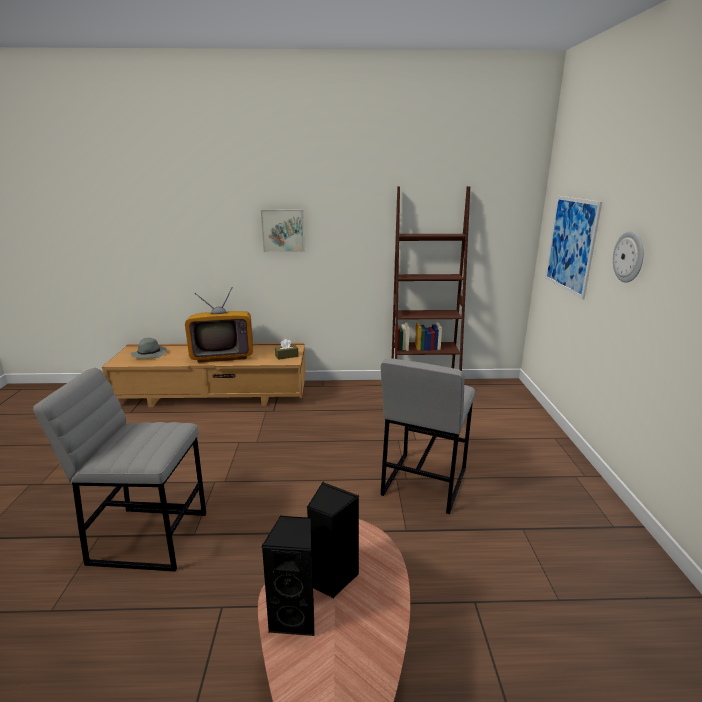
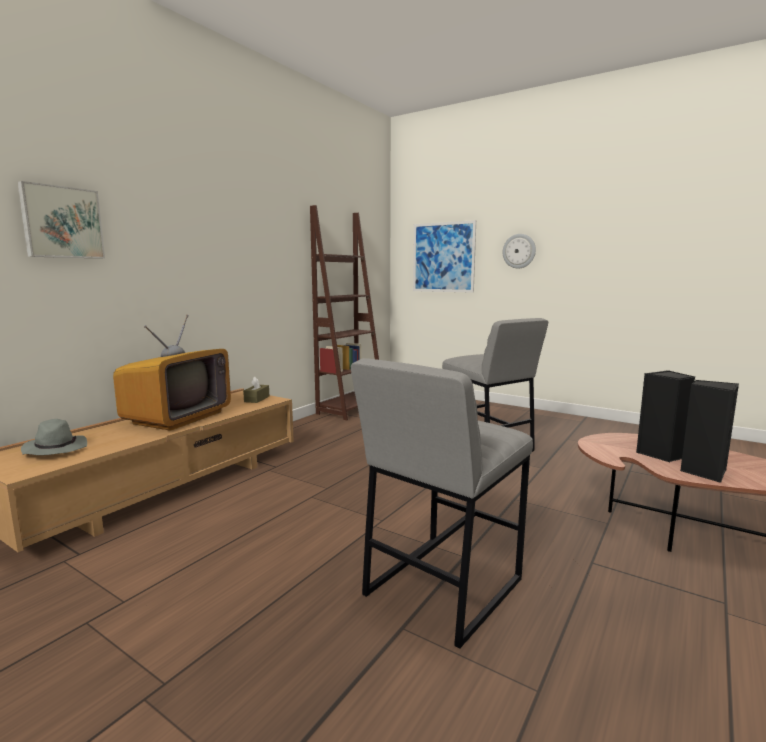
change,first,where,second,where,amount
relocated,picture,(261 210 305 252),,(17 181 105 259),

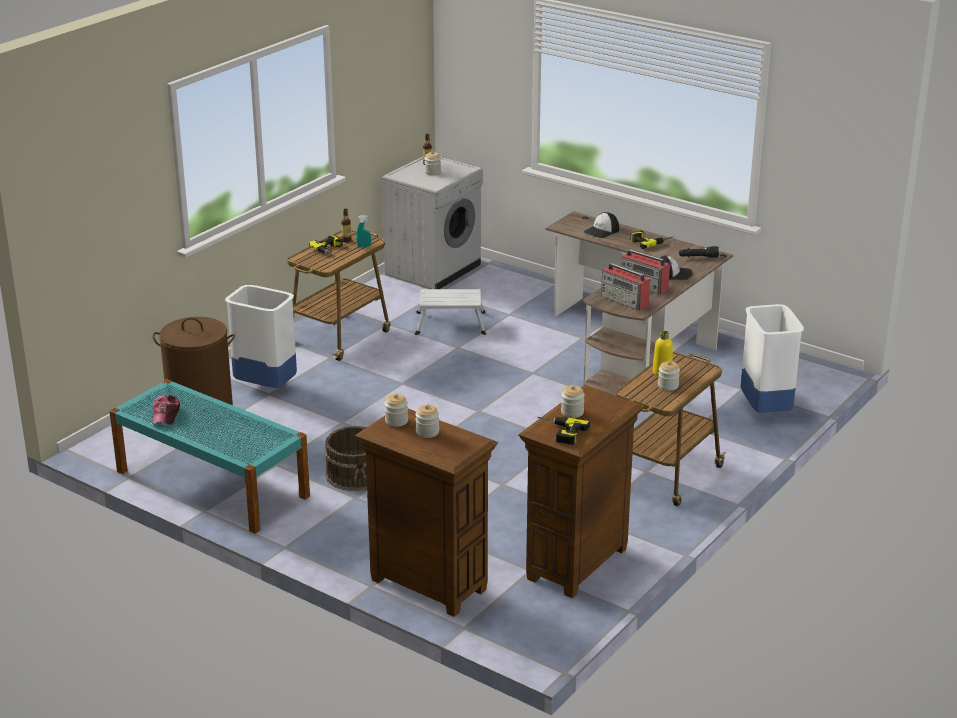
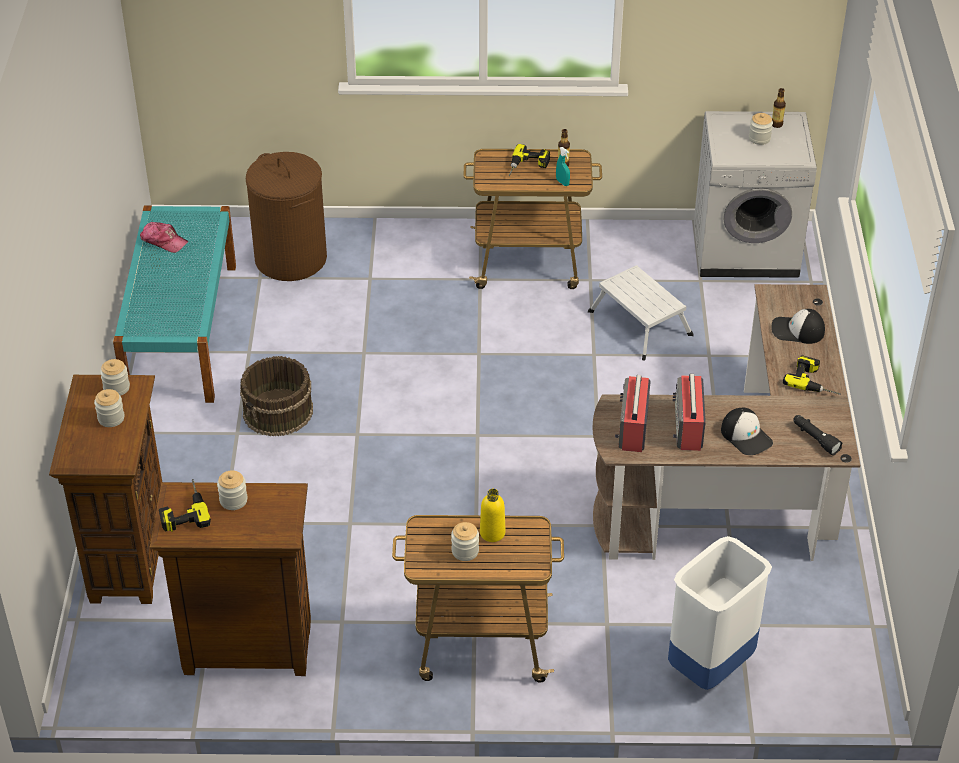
change,first,where,second,where,amount
spun,cap,(152 395 180 425),,(140 222 189 253),120 degrees counterclockwise
missing,white trash can,(225 285 297 388),,,

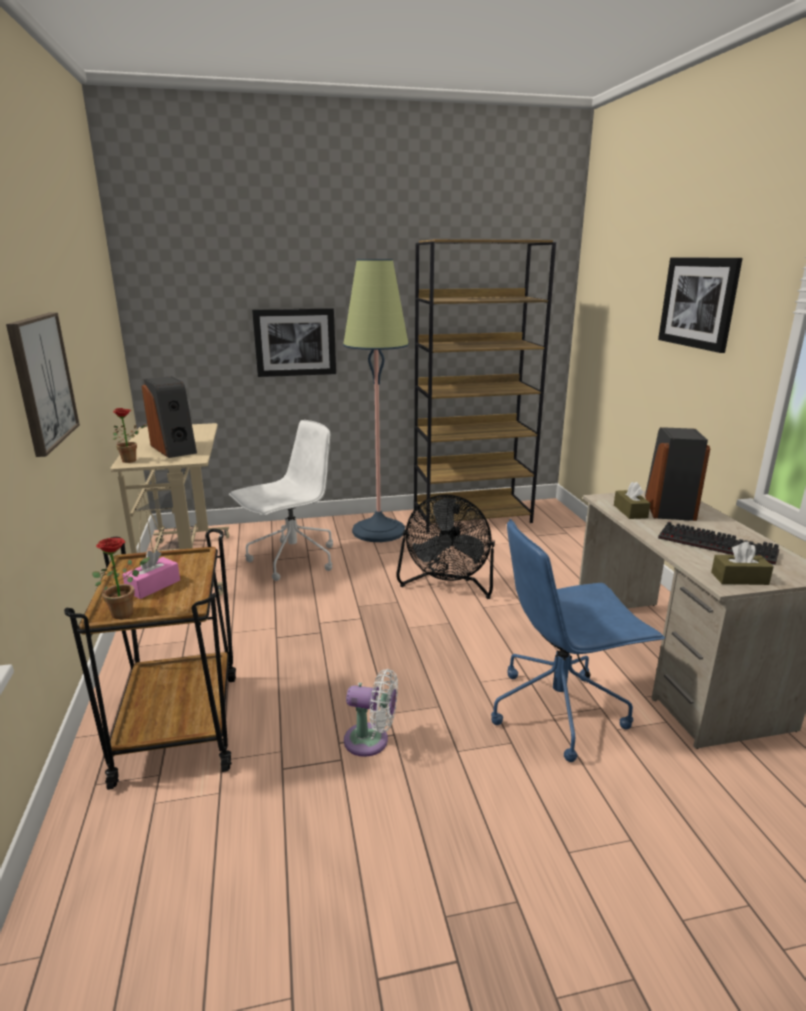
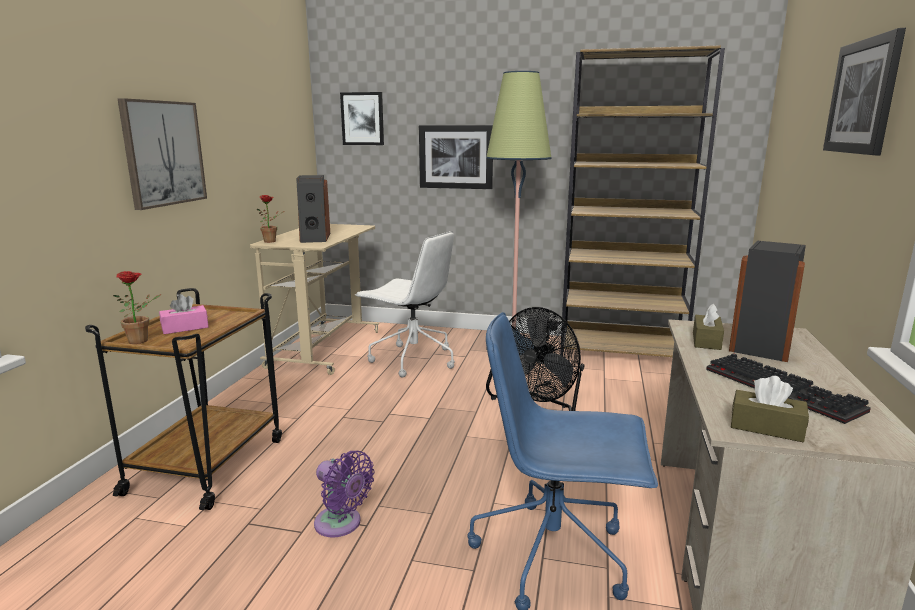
change,first,where,second,where,amount
spun,white office chair,(229 420 333 581),,(355 231 455 378),45 degrees clockwise
colour,white fan,(344 669 398 757),purple fan,(314 451 375 537),
appeared,,,picture,(340 92 384 145),

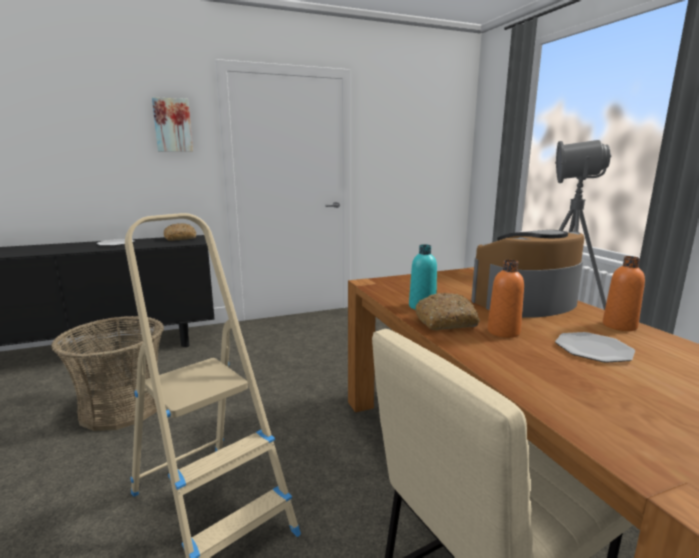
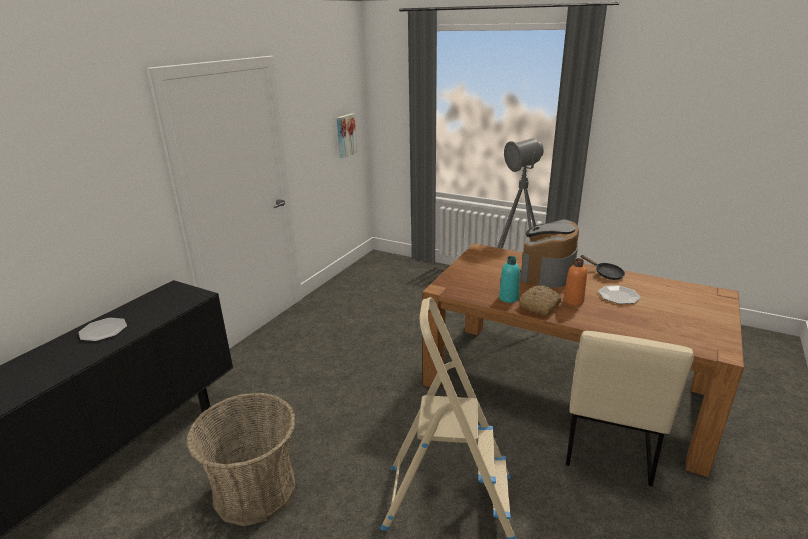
change,first,where,second,where,amount
relocated,picture,(152 97 193 152),,(337 113 357 158),
missing,bread,(164 223 196 241),,,
exchanged,orange bottle,(603 256 645 331),black frying pan,(580 255 625 280),

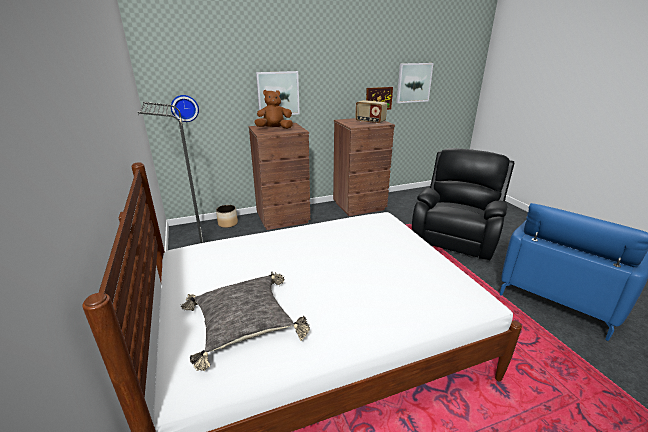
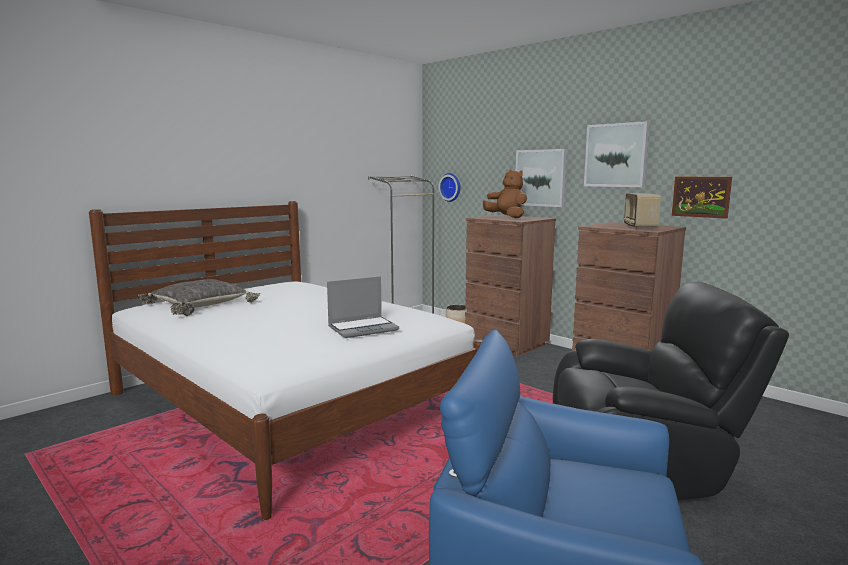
change,first,where,second,where,amount
relocated,picture,(397 63 433 103),,(584 121 649 187),
appeared,,,laptop,(327 276 399 338),

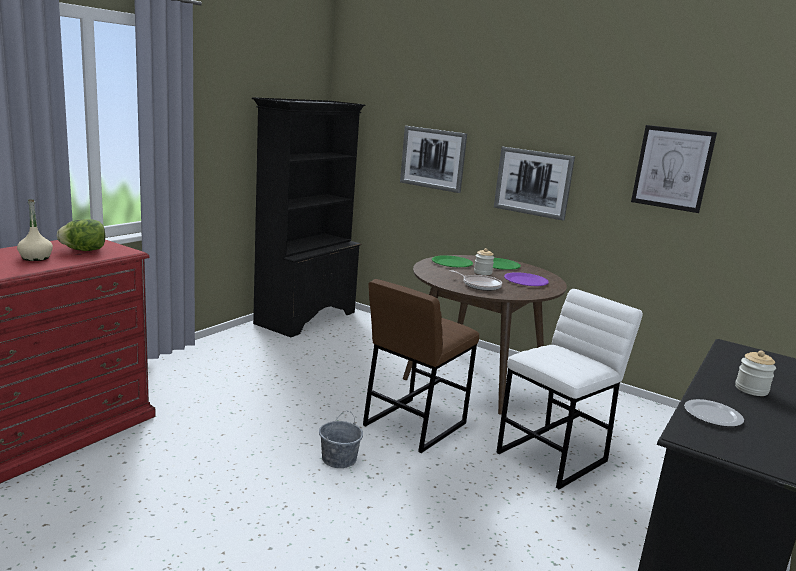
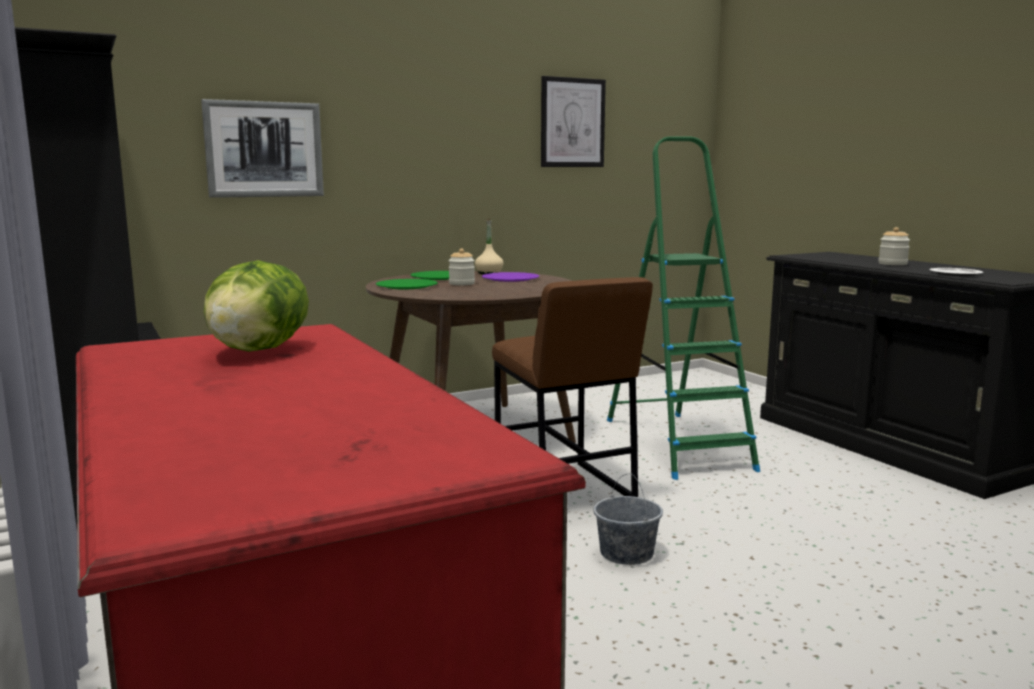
change,first,where,second,where,amount
relocated,beige bottle,(17 199 53 261),,(475 218 504 274),
missing,frying pan,(450 270 502 291),,,
missing,picture,(494 147 575 221),,,
exchanged,white stool,(496 289 643 489),green step ladder,(607 136 760 480),

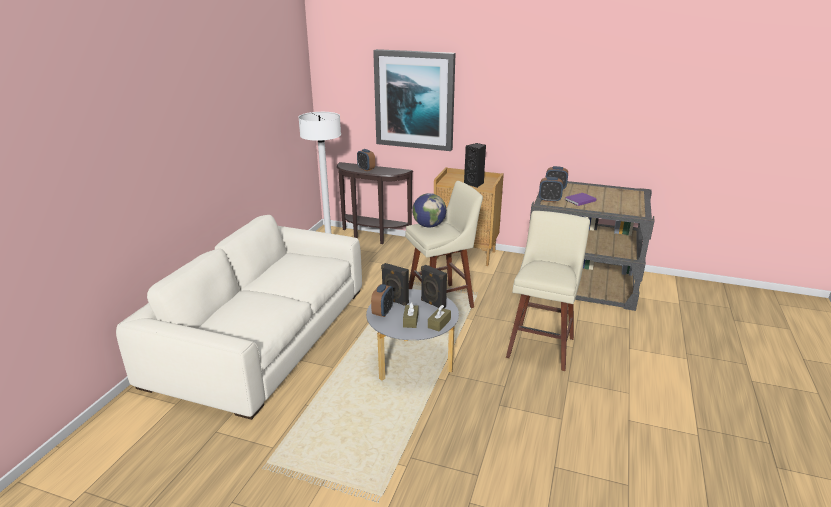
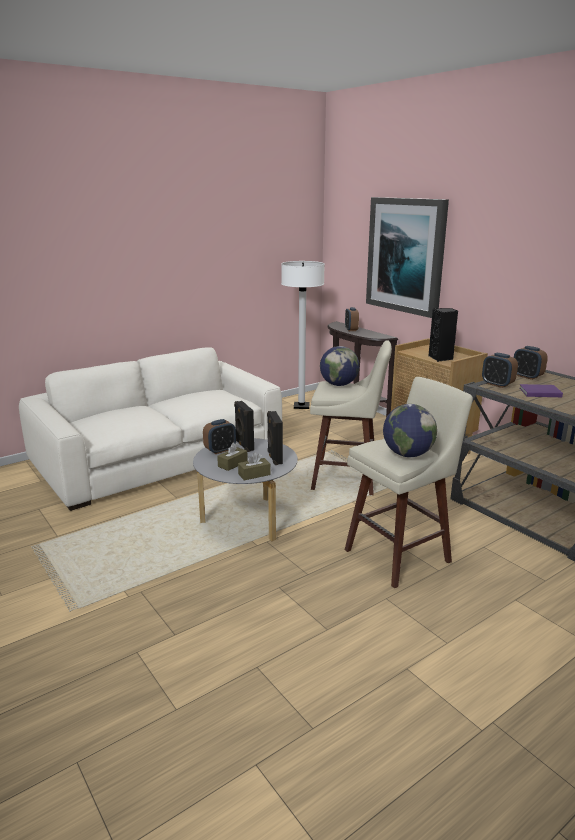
change,first,where,second,where,amount
appeared,,,globe,(383 404 437 457),

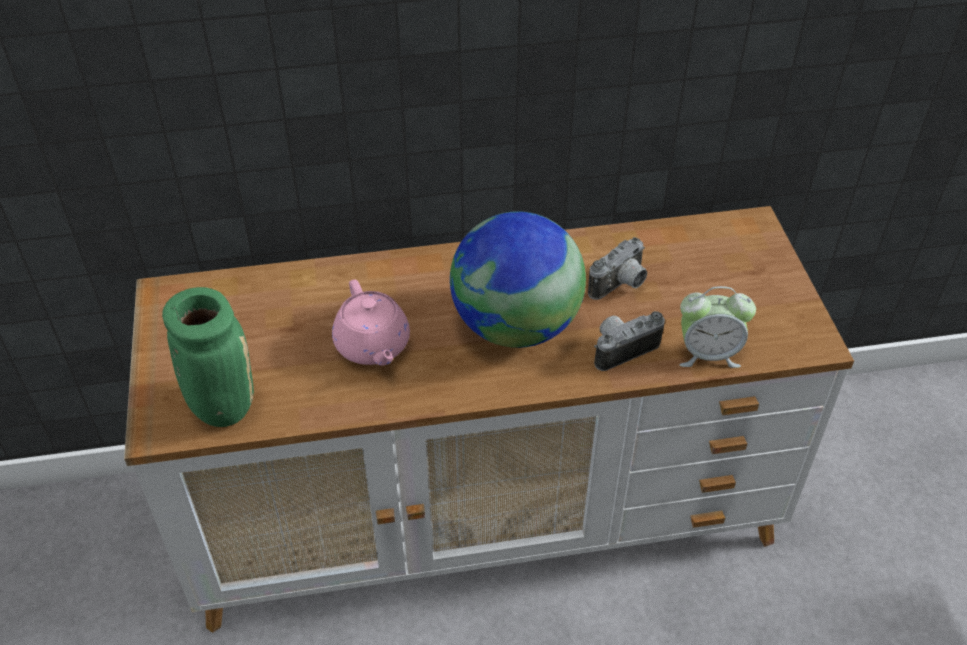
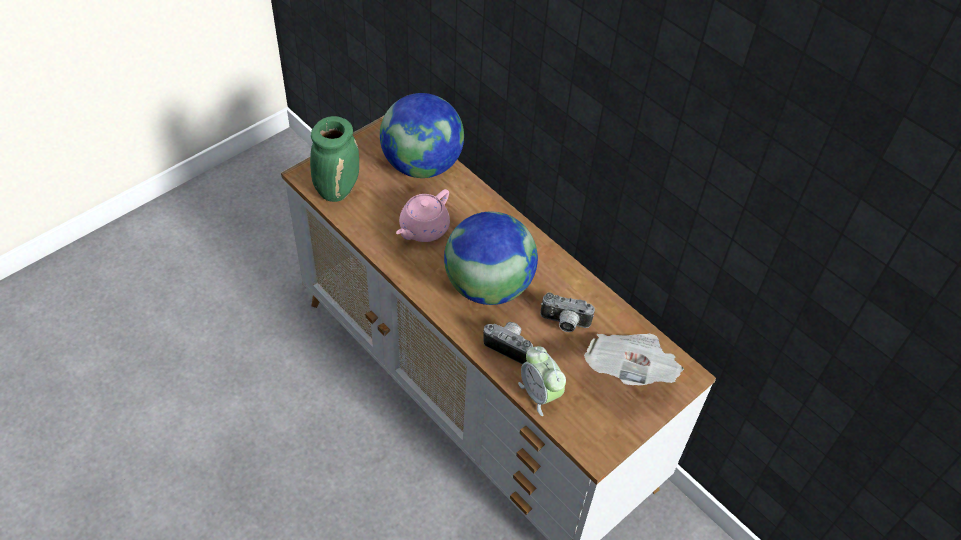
change,first,where,second,where,amount
appeared,,,globe,(380 93 464 178),
appeared,,,newspaper,(584 333 684 385),

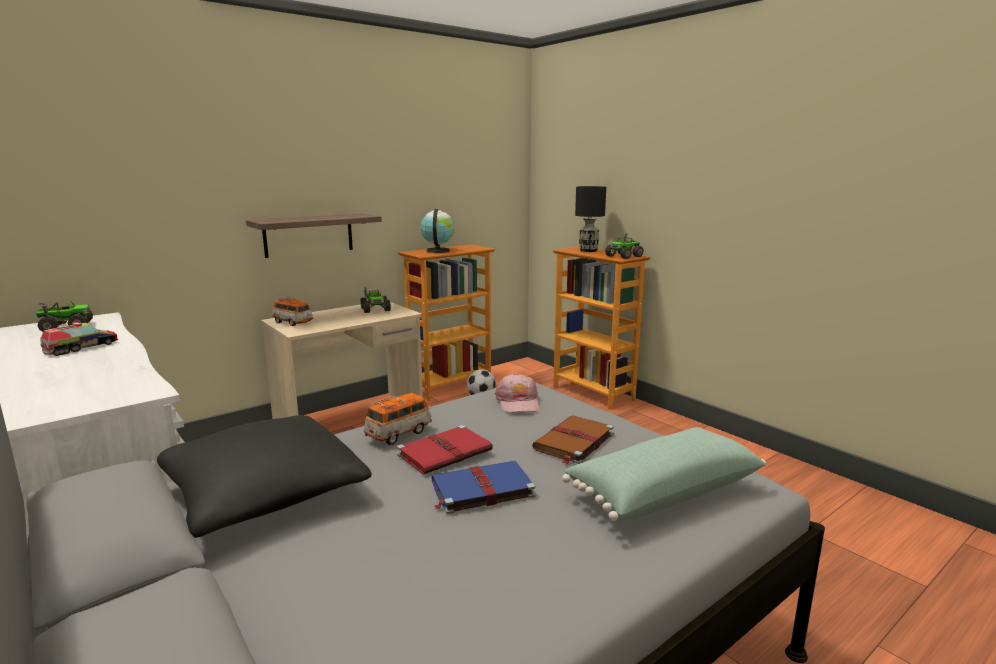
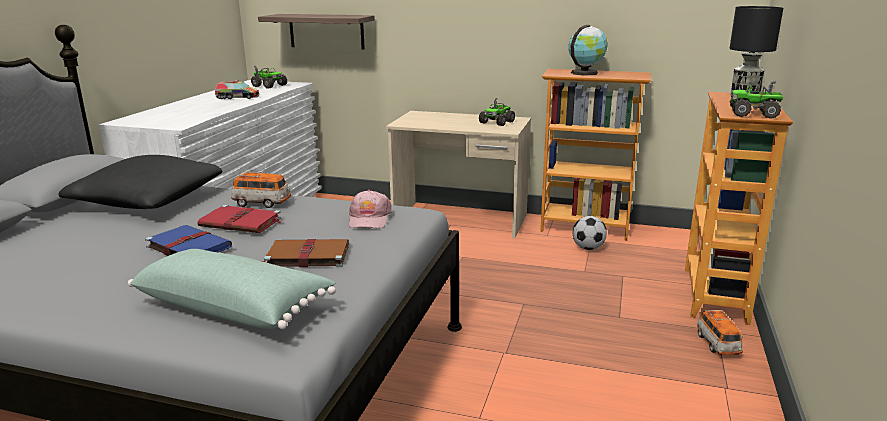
change,first,where,second,where,amount
relocated,shelf,(246 213 382 258),,(258 14 375 50),
relocated,toy car,(272 297 313 326),,(697 309 743 355),
spun,pink cap,(495 373 540 413),,(349 190 392 228),45 degrees counterclockwise

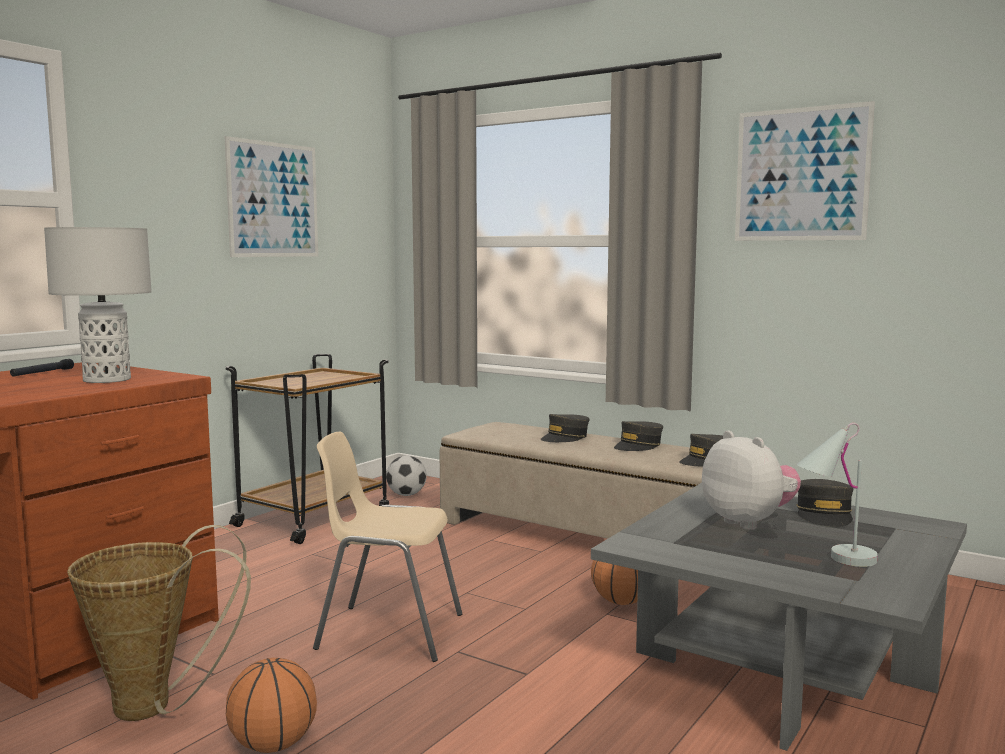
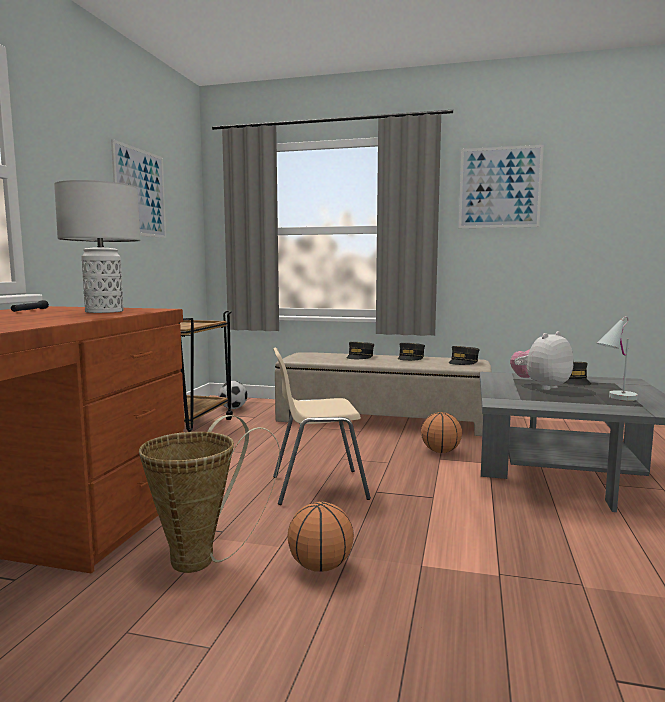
change,first,where,second,where,amount
spun,plush toy,(702 430 801 530),,(510 331 573 390),75 degrees counterclockwise

